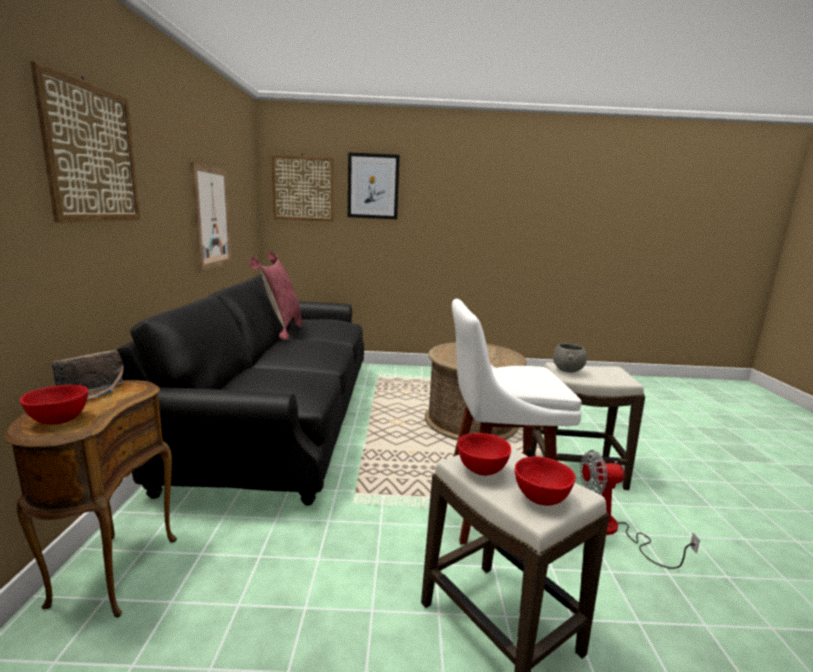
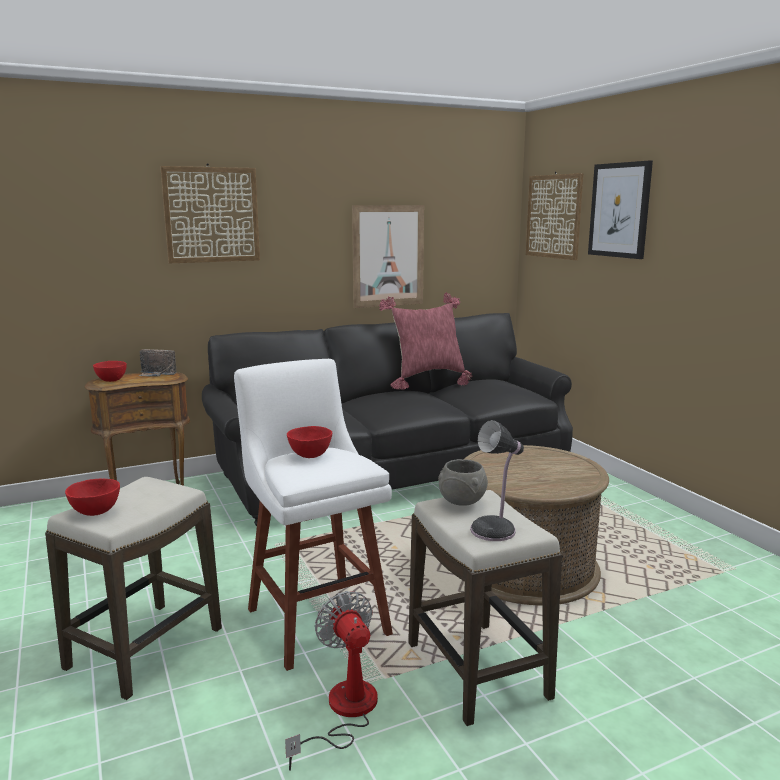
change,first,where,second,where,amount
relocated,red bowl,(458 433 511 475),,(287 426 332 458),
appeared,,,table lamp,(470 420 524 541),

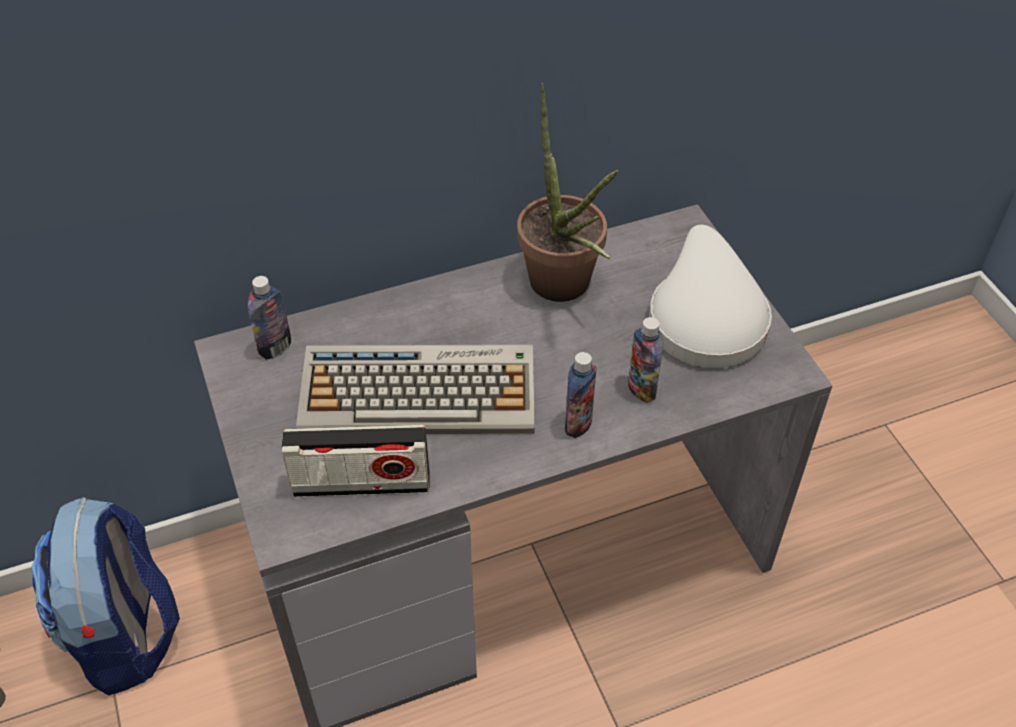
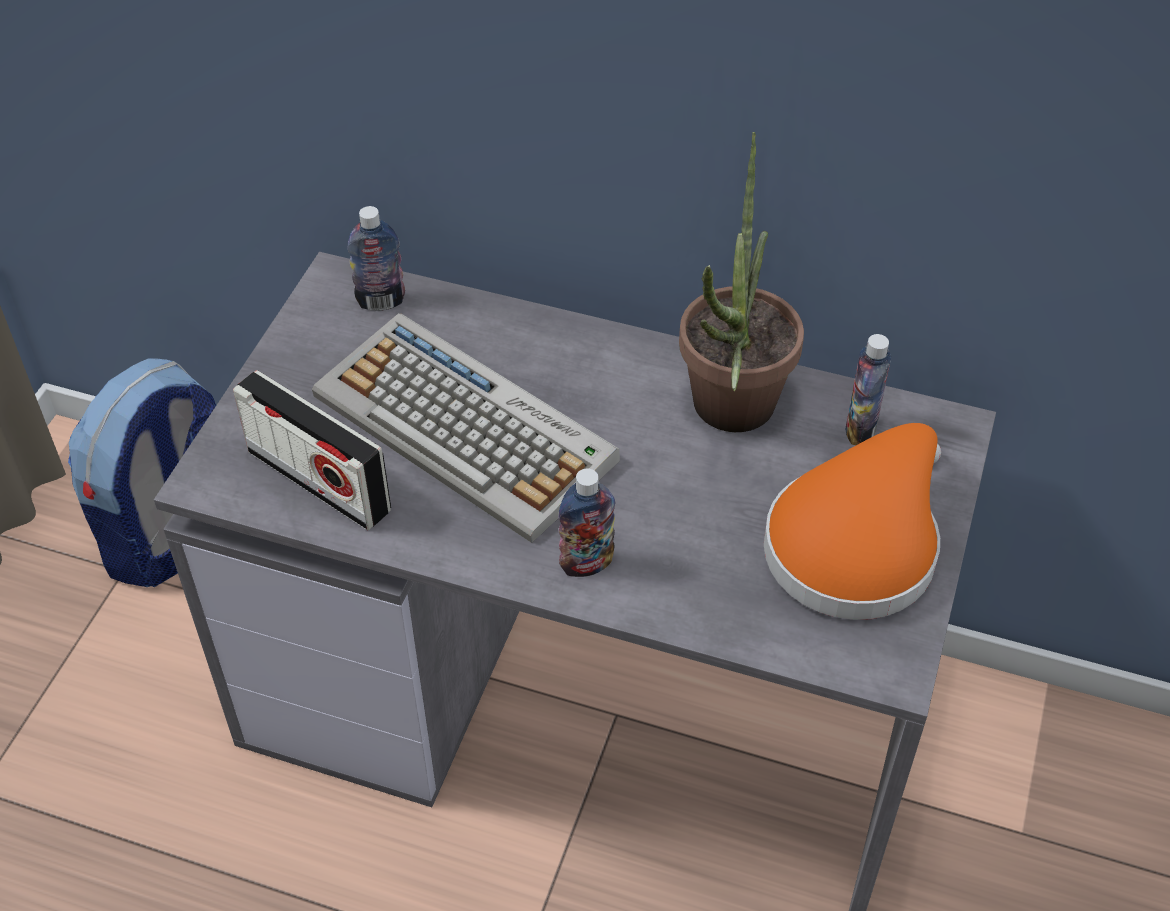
change,first,where,second,where,amount
relocated,bottle,(628 317 663 403),,(846 334 891 445),
colour,white hat,(649 225 772 368),orange hat,(764 423 941 620),

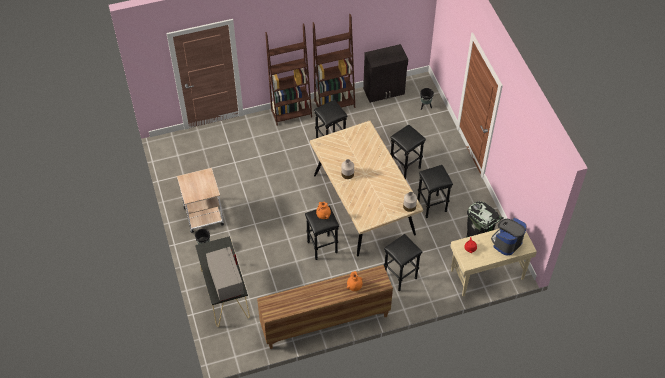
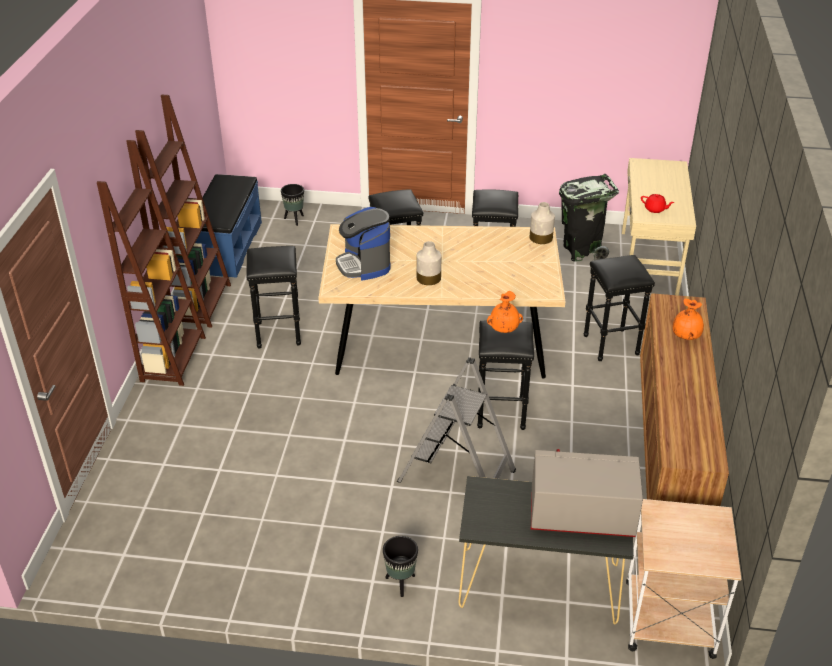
change,first,where,second,where,amount
relocated,beige cart,(177 168 224 233),,(626 499 741 659),
exchanged,black cabinet,(363 44 408 103),blue bench,(195 174 262 278),
relocated,coffee machine,(491 218 527 255),,(336 207 391 281),
appeared,,,grey step ladder,(397 357 516 483),

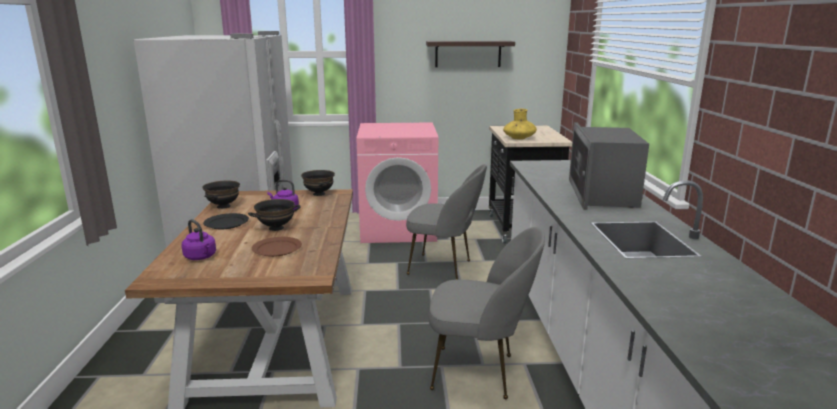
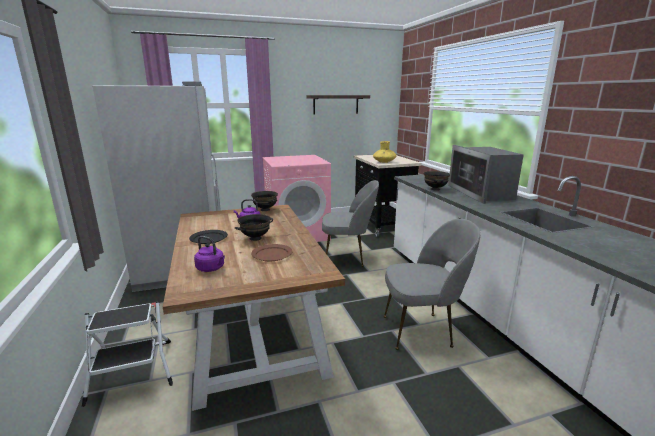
change,first,where,second,where,amount
relocated,black bowl,(202 181 240 209),,(424 171 450 191),
appeared,,,step ladder,(82 301 173 407),

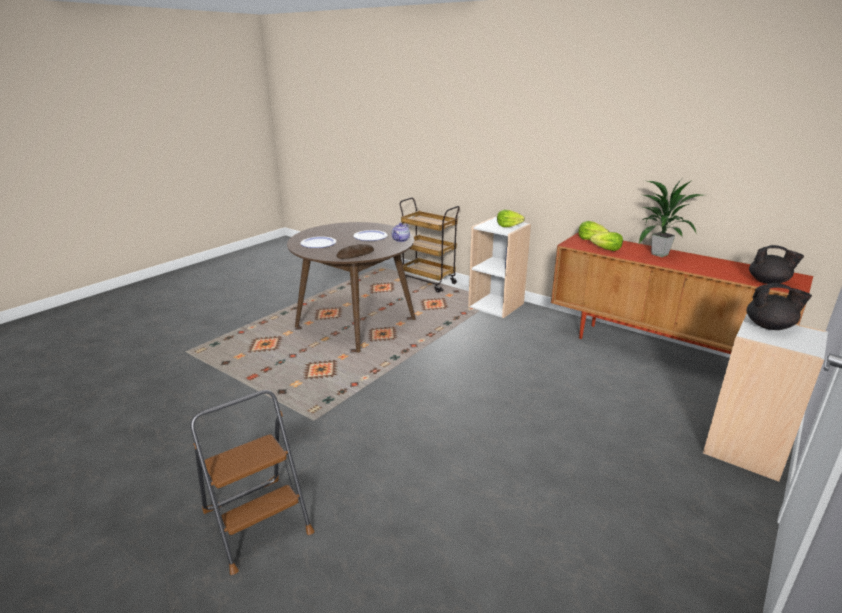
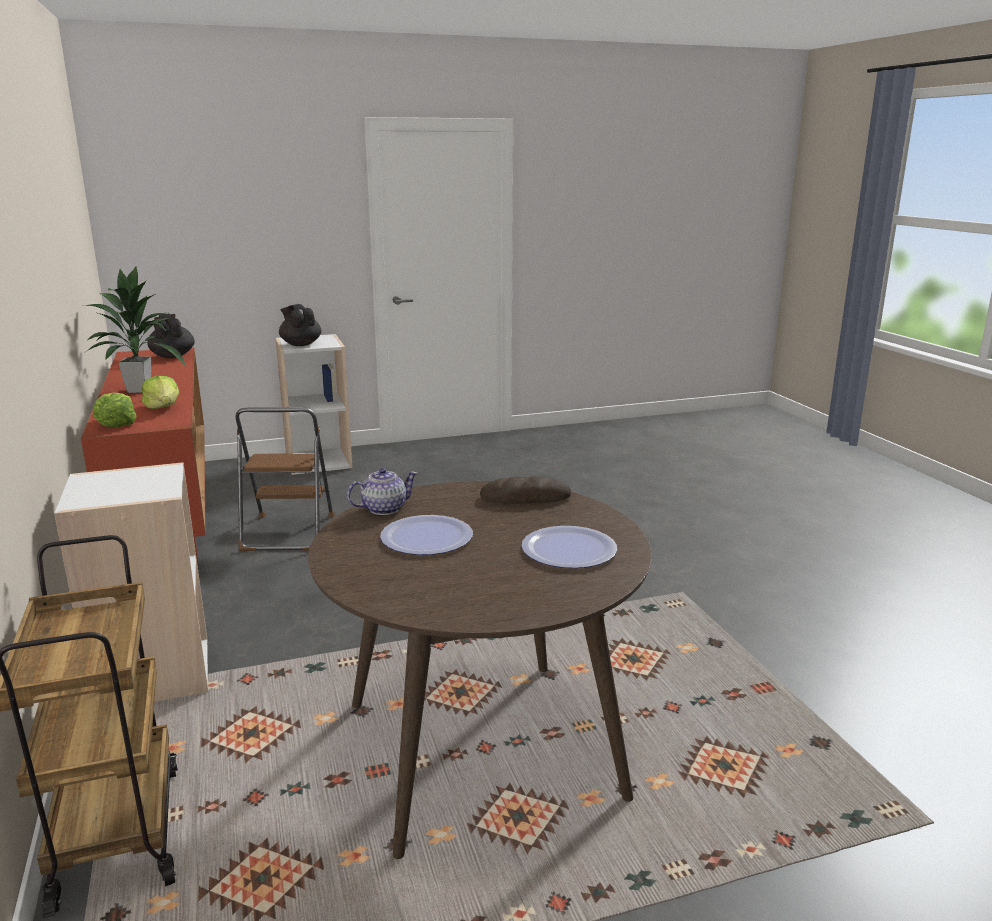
change,first,where,second,where,amount
relocated,brown step ladder,(190 390 315 575),,(236 407 335 551),
missing,lettuce,(497 210 525 227),,,

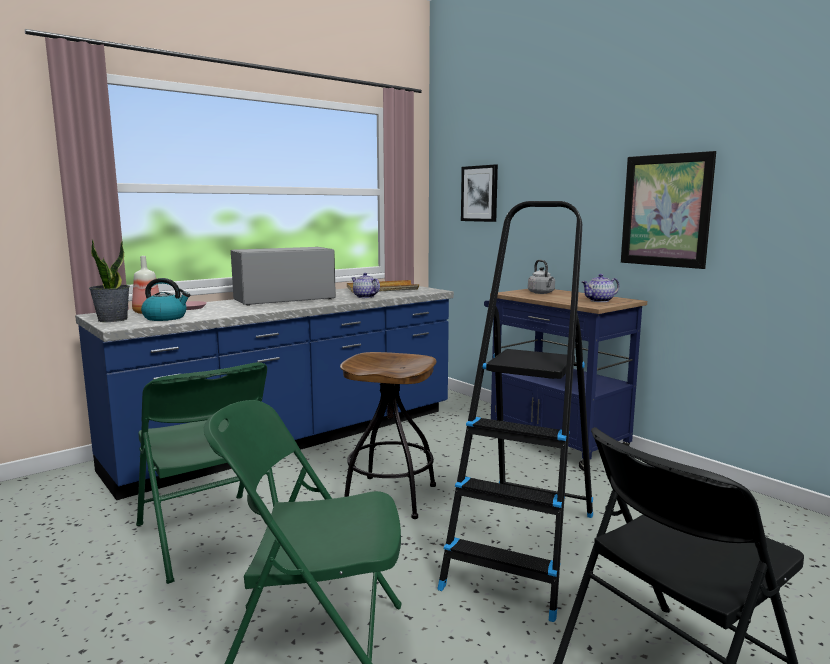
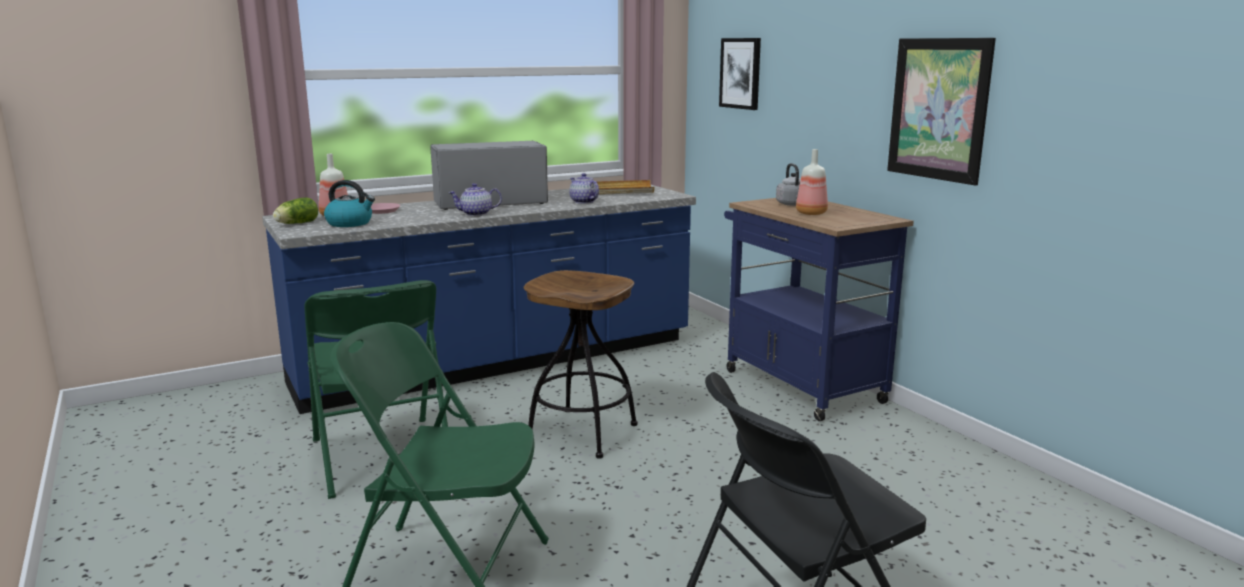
change,first,where,second,where,amount
exchanged,potted plant,(89 239 130 322),lettuce,(273 197 318 224),
missing,black step ladder,(438 201 593 622),,,
relocated,teapot,(582 274 620 302),,(449 183 502 216),
appeared,,,bottle,(796 149 828 215),

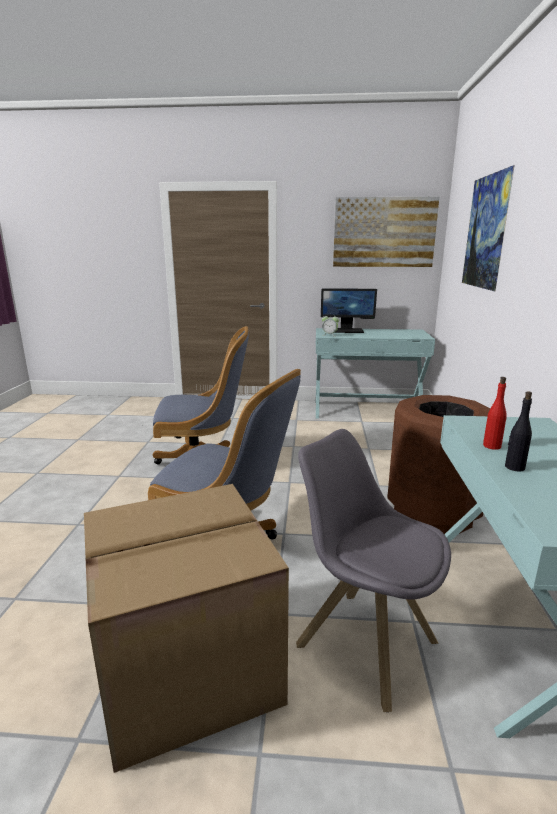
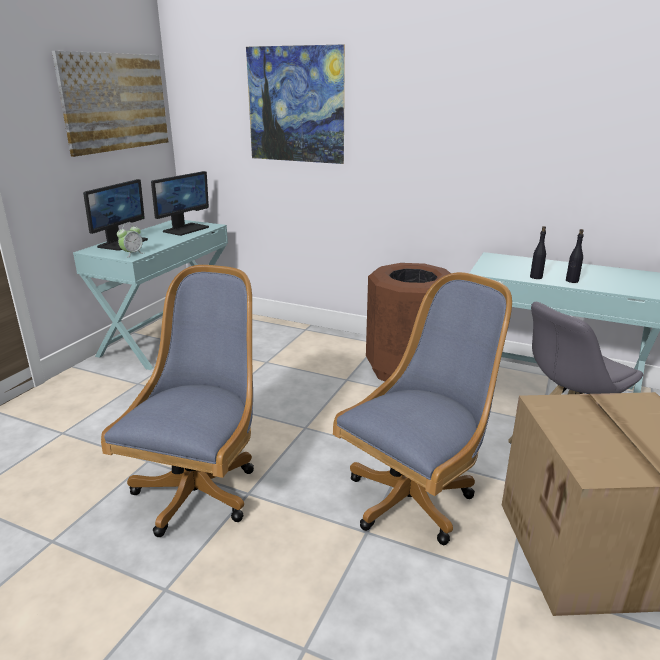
change,first,where,second,where,amount
colour,red bottle,(483 377 507 450),black bottle,(530 226 546 279),
appeared,,,monitor,(151 171 209 236),

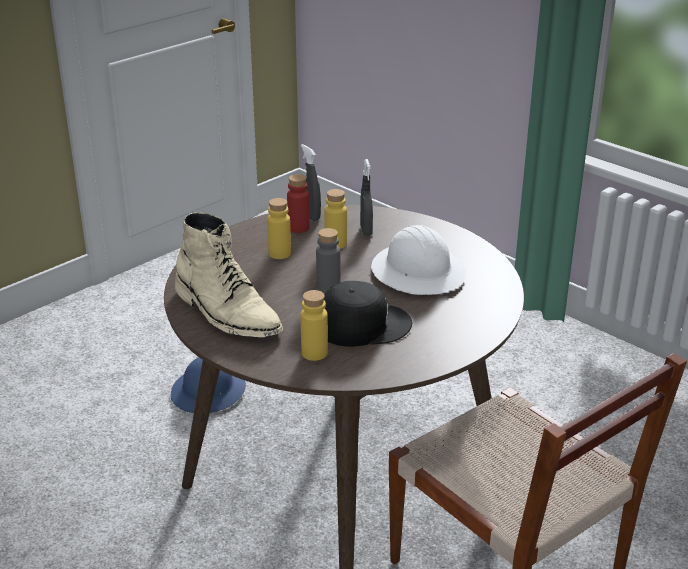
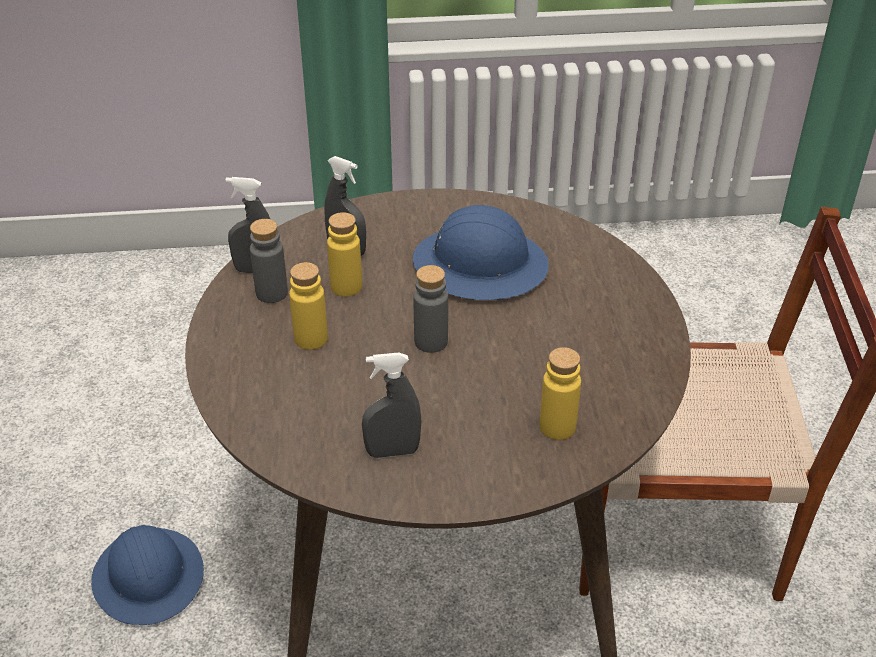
change,first,where,second,where,amount
exchanged,beige boot,(175 212 283 338),grey spray bottle,(362 353 421 458),
colour,red bottle,(287 174 309 233),grey bottle,(250 219 288 303),
missing,black cap,(324 281 412 347),,,
colour,white hard hat,(371 225 466 295),blue hard hat,(413 205 548 300),

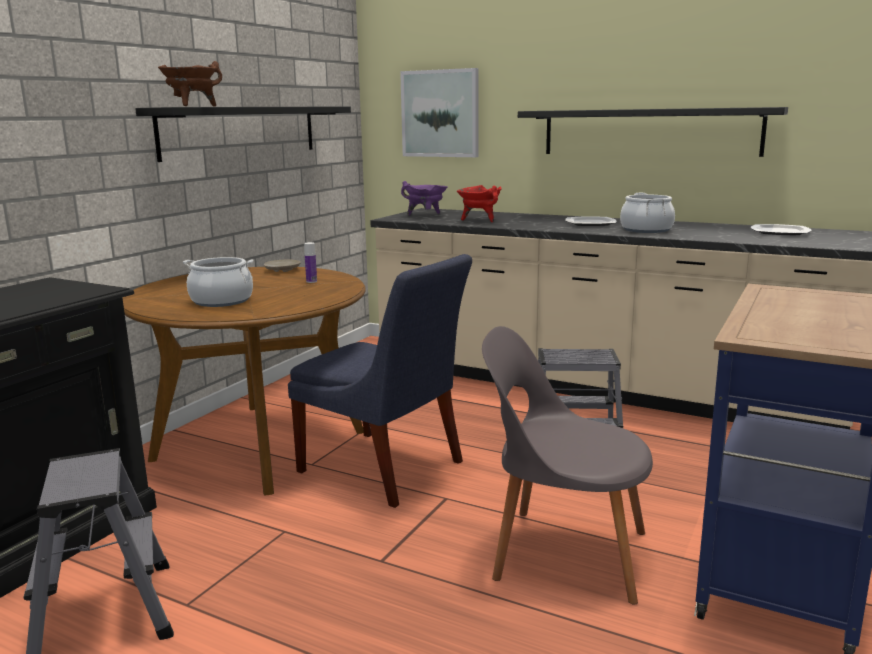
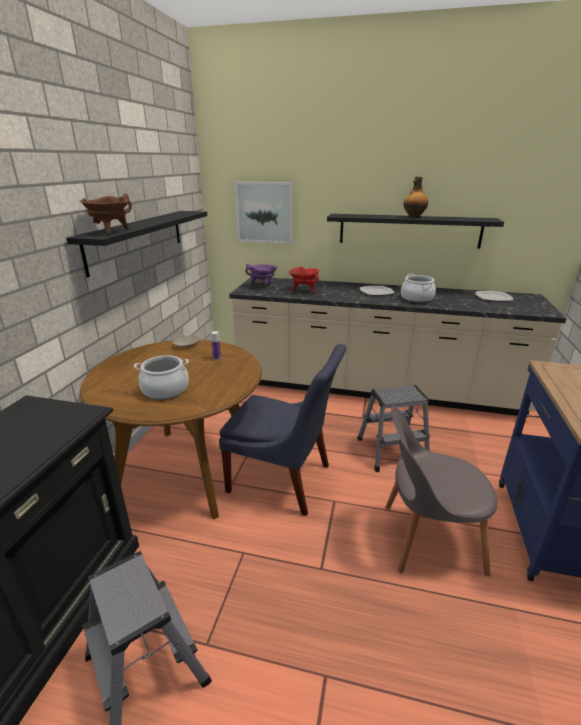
change,first,where,second,where,amount
appeared,,,bottle,(403 176 428 218),

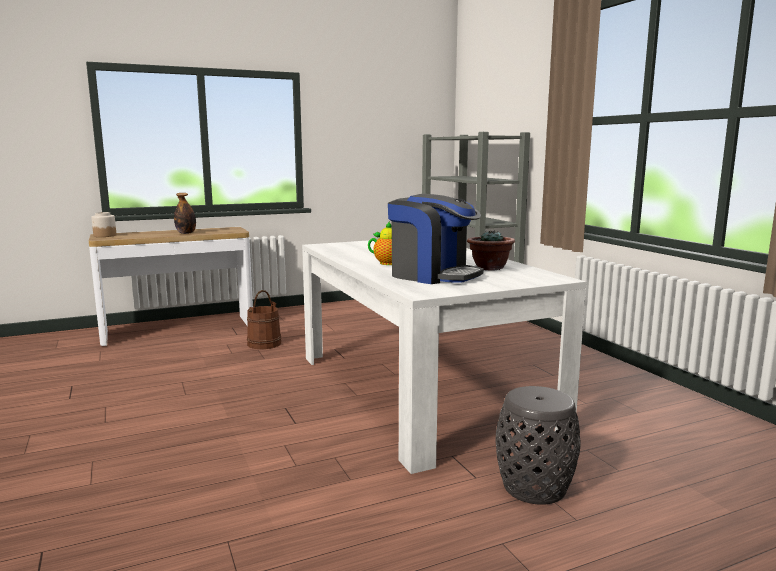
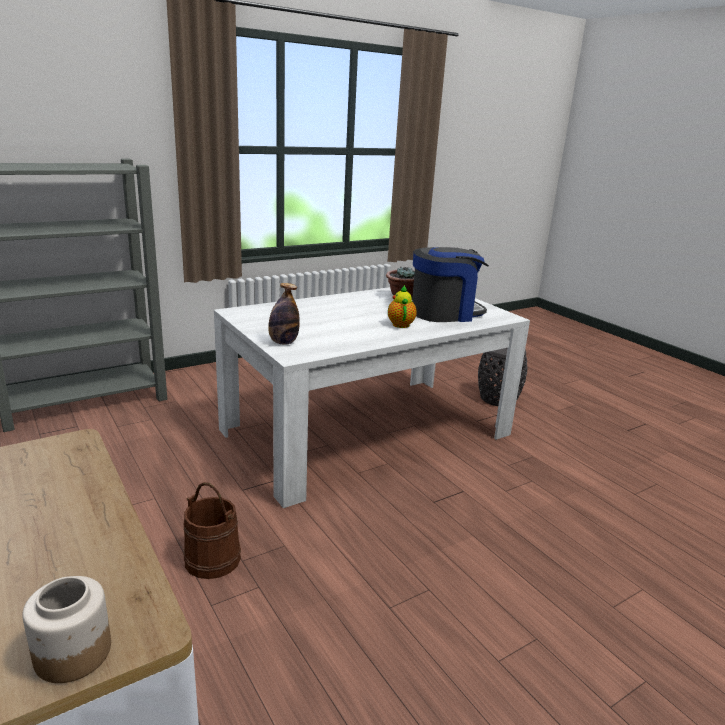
change,first,where,second,where,amount
relocated,bottle,(174 193 196 234),,(268 283 300 345),
spun,coffee machine,(388 194 484 284),,(412 247 489 322),45 degrees clockwise

